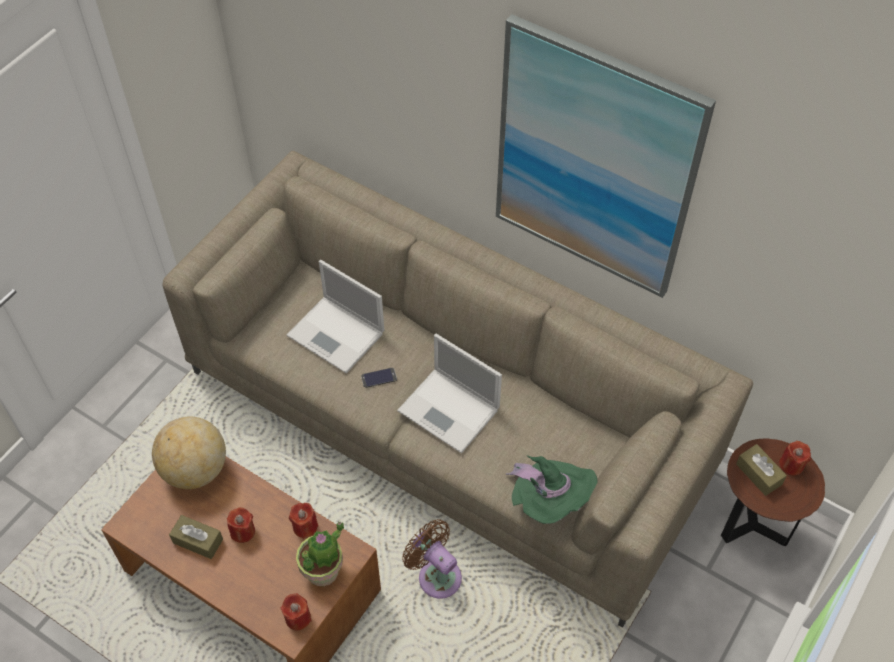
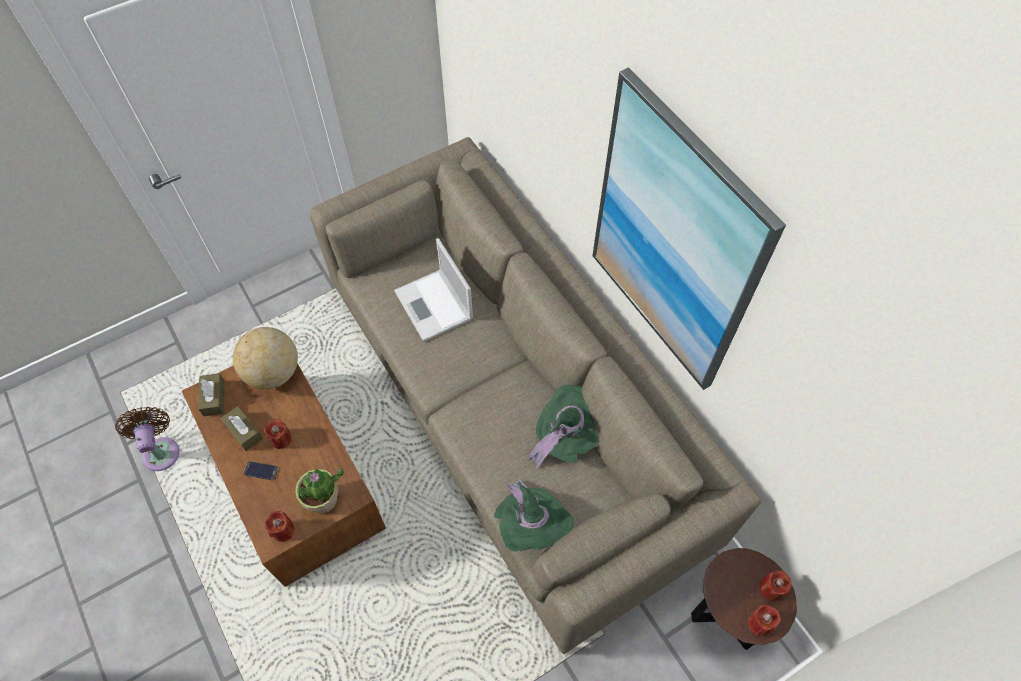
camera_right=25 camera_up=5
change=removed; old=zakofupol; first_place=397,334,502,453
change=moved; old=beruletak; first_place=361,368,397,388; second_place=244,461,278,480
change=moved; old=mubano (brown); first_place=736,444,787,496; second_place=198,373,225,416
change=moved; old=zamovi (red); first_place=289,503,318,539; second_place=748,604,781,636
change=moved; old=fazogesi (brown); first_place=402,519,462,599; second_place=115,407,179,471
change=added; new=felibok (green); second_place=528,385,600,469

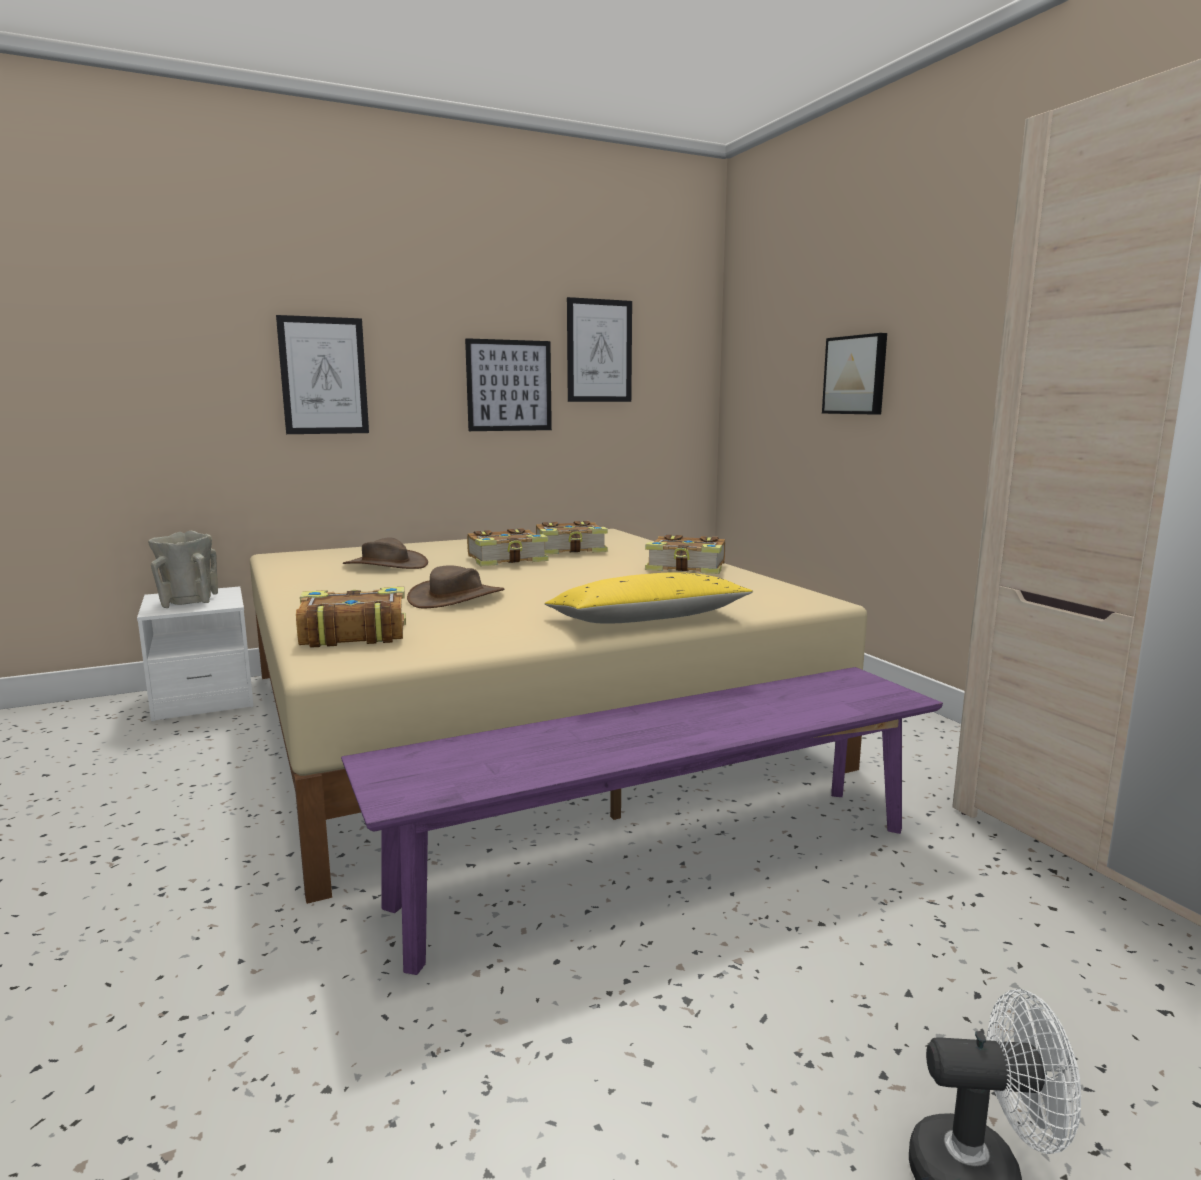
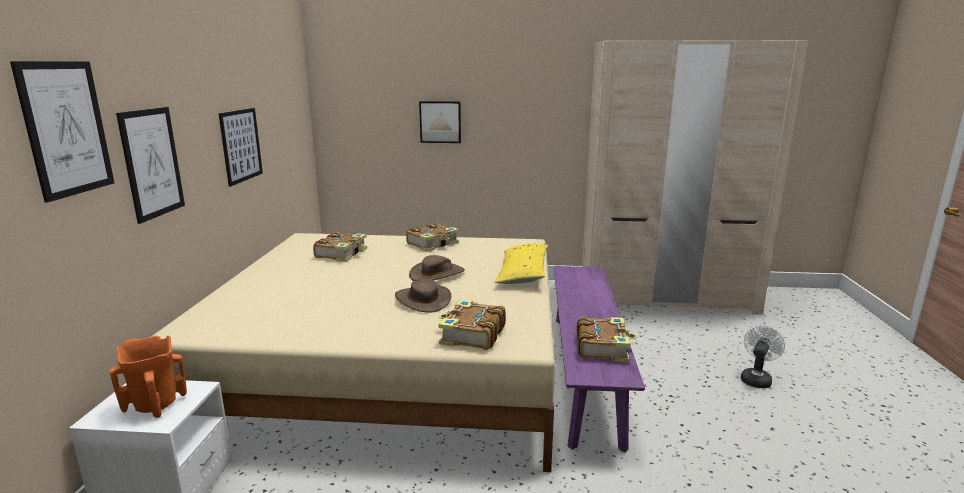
camera_right=-60 camera_up=5
change=moved; old=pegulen; first_place=567,297,632,402; second_place=10,61,114,203
change=moved; old=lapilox; first_place=467,528,549,566; second_place=576,317,637,362
change=recoloured; old=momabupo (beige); new=momabupo (orange); first_place=148,531,218,608; second_place=110,336,187,418
change=moved; old=felibok (brown); first_place=343,537,428,569; second_place=409,255,465,281

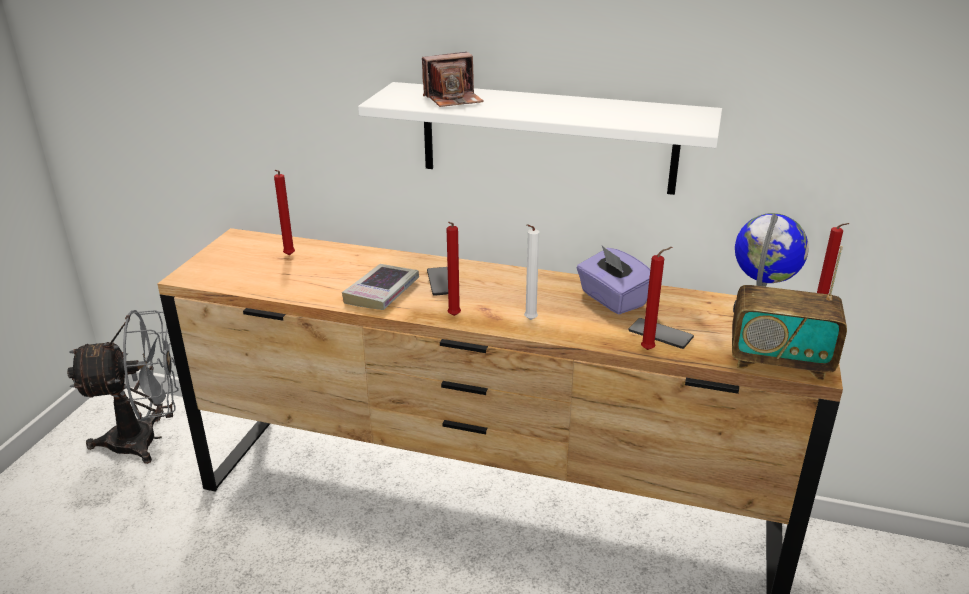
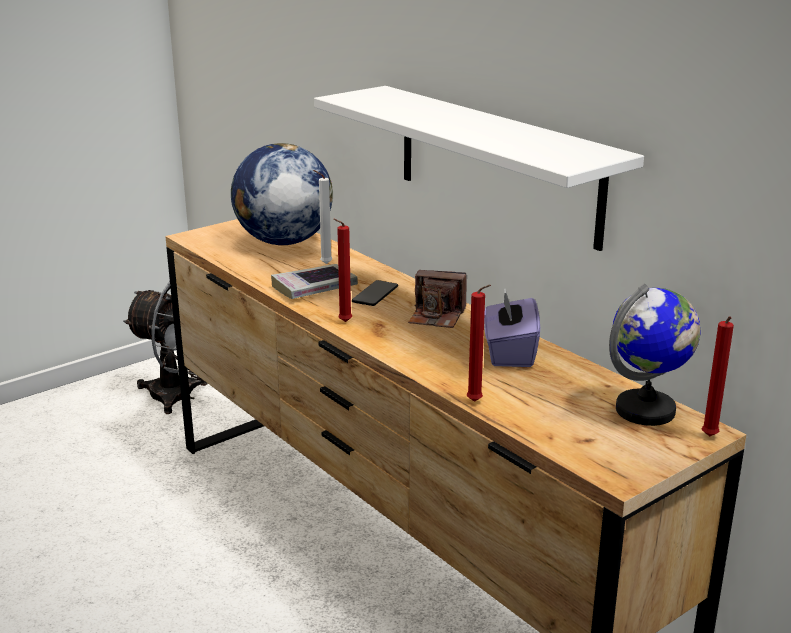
camera_right=35 camera_up=-5
change=moved; old=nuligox; first_place=422,52,484,107; second_place=408,270,466,328
change=replaced; old=zamovi (red); new=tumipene; first_place=274,170,295,255; second_place=231,143,333,245
change=moved; old=zamovi (white); first_place=524,224,539,320; second_place=313,170,332,264
change=removed; old=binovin; first_place=732,246,847,380
change=removed; old=beruletak; first_place=628,318,694,349

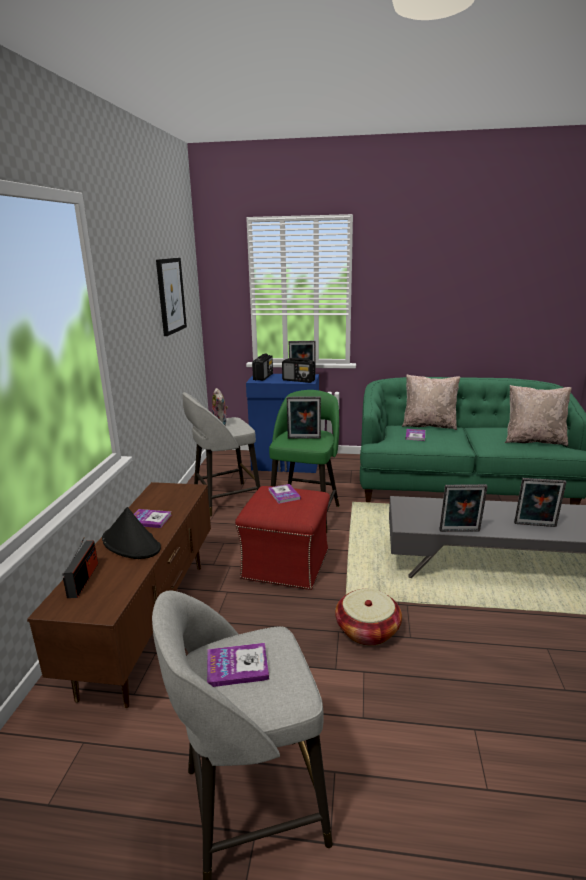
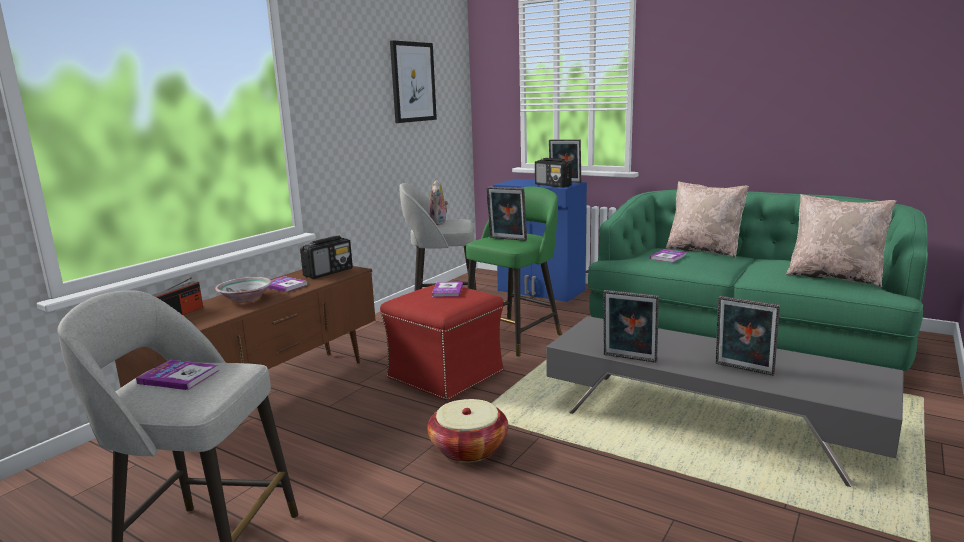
camera_right=25 camera_up=-5
change=moved; old=binovin; first_place=252,353,273,381; second_place=300,236,353,279
change=replaced; old=felibok (black); new=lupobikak; first_place=102,507,161,559; second_place=215,277,272,303

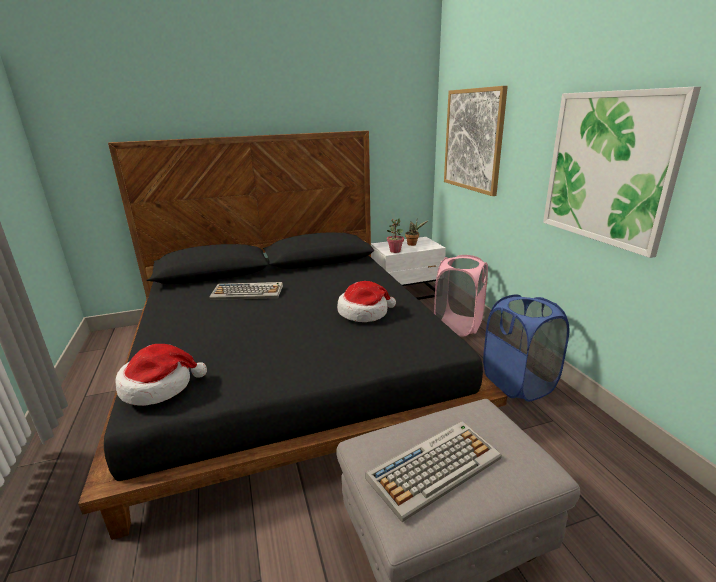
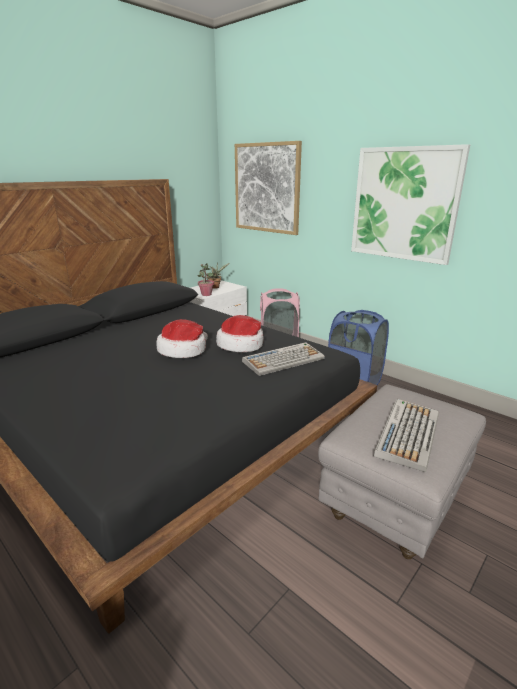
camera_right=-30 camera_up=0
change=moved; old=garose; first_place=210,282,283,300; second_place=242,342,325,376
change=moved; old=felibok; first_place=115,344,207,406; second_place=156,319,208,358

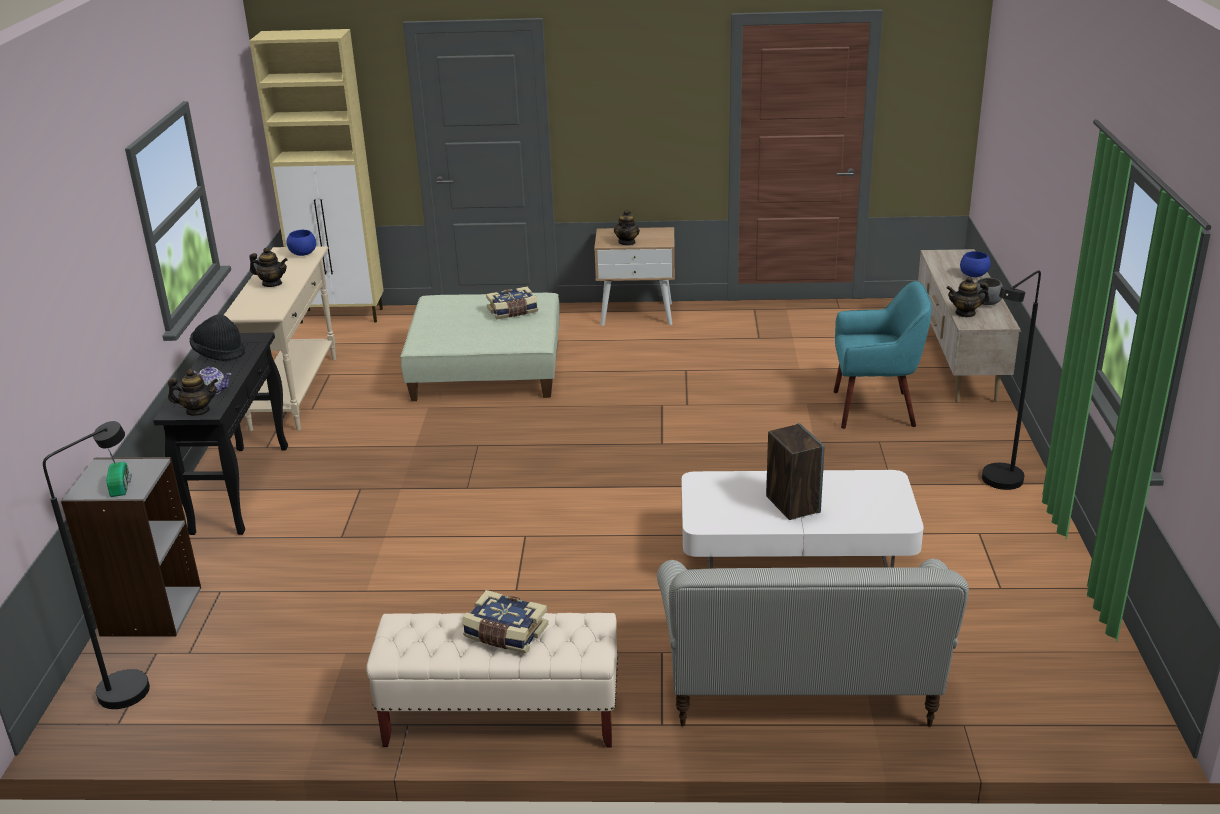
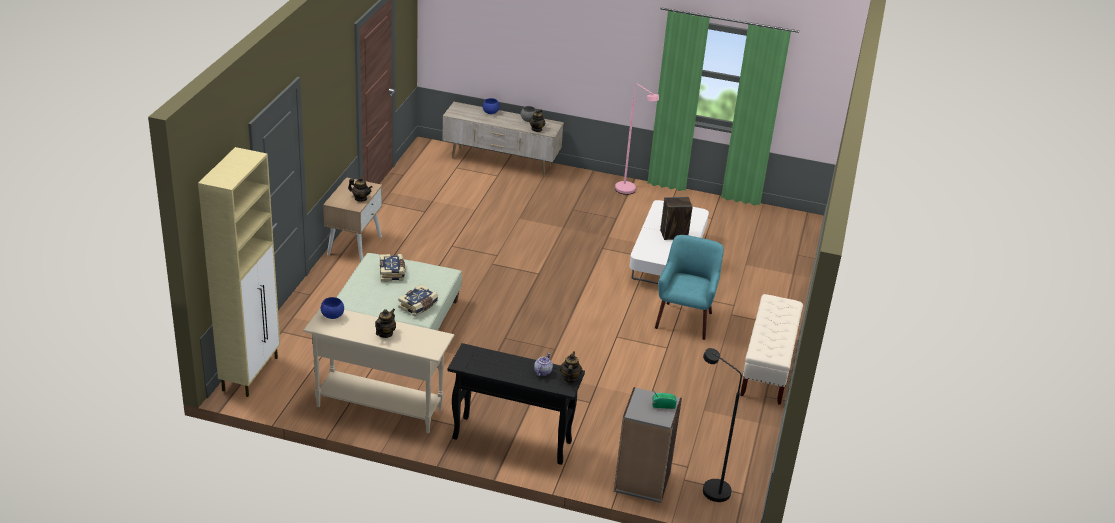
camera_right=-80 camera_up=5
change=recoloured; old=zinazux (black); new=zinazux (pink); first_place=982,270,1041,490; second_place=615,84,659,195
change=moved; old=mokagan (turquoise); first_place=834,281,931,429; second_place=655,235,724,340
change=removed; old=felibok (black); first_place=190,315,245,361
change=removed; old=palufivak; first_place=657,558,969,727
change=moved; old=lapilox; first_place=462,590,548,653; second_place=398,284,438,316

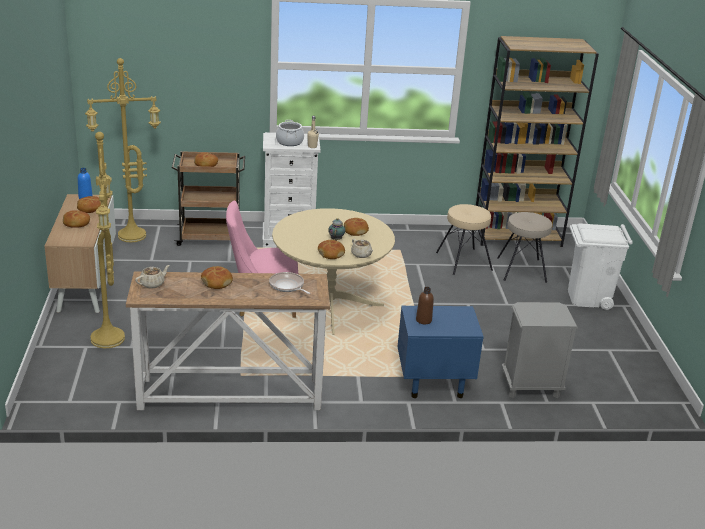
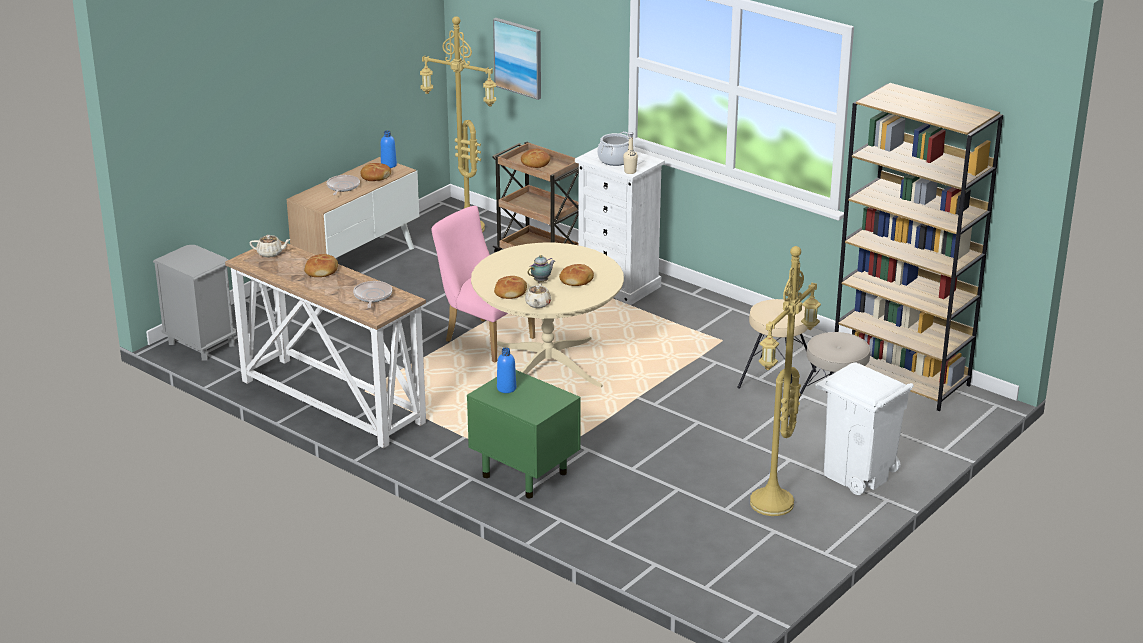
camera_right=45 camera_up=0
change=moved; old=zinazux (yellow); first_place=90,132,125,348; second_place=750,246,821,516
change=replaced; old=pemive; new=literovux; first_place=63,210,90,228; second_place=327,175,360,195
change=recoloured; old=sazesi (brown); new=sazesi (blue); first_place=416,287,434,324; second_place=497,347,516,393
change=moved; old=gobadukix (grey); first_place=502,302,578,398; second_place=153,245,236,361
change=recoloured; old=gobadukix (blue); new=gobadukix (green); first_place=398,306,484,398; second_place=467,370,581,499
change=added; new=pegulen; second_place=493,18,541,100

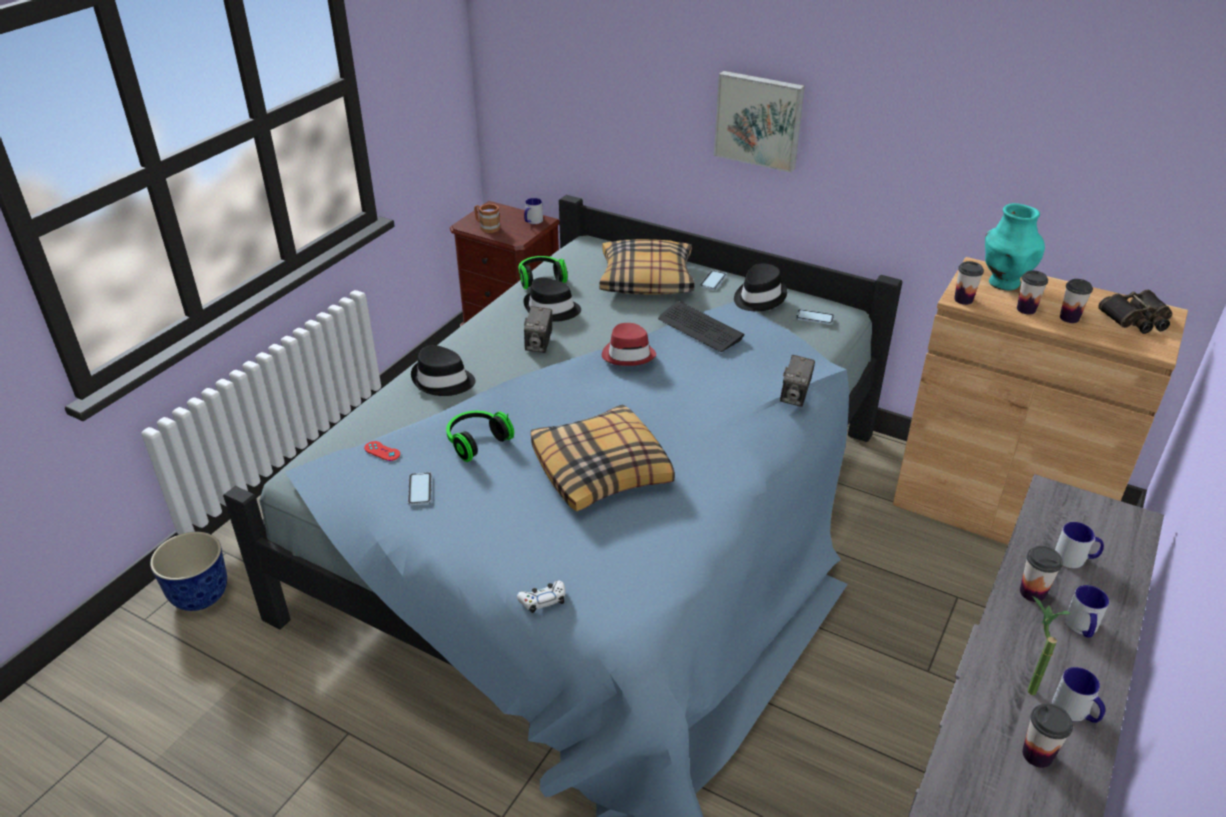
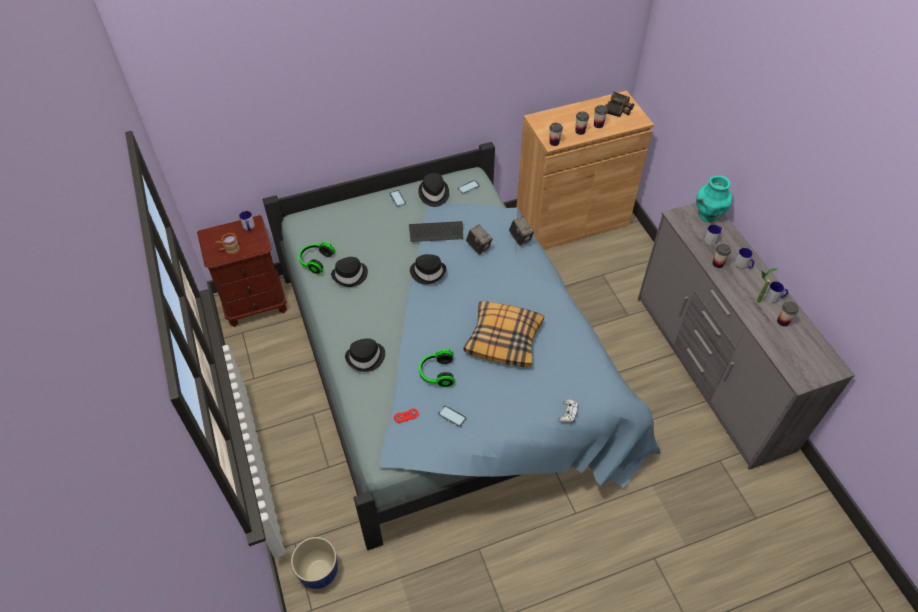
camera_right=-50 camera_up=15
change=removed; old=pegulen; first_place=714,71,805,173
change=moved; old=momabupo (turquoise); first_place=985,203,1045,290; second_place=696,176,732,222
change=removed; old=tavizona; first_place=599,239,695,295
change=moved; old=nuligox; first_place=524,306,552,353; second_place=466,225,493,255
change=recoloured; old=felibok (red); new=felibok (black); first_place=602,323,656,366; second_place=410,254,446,284

